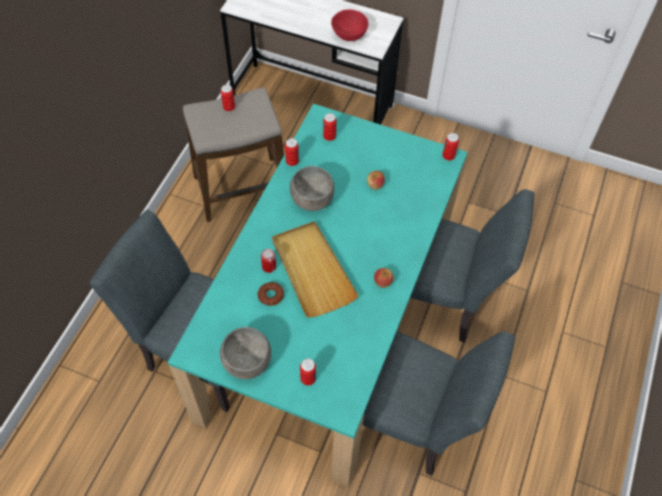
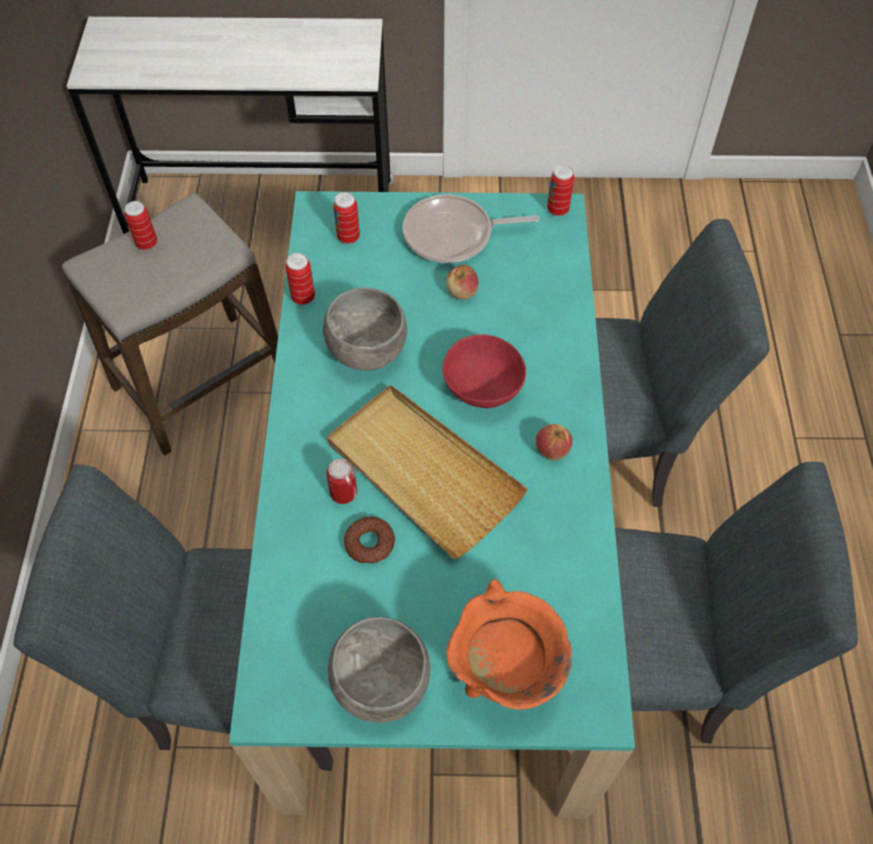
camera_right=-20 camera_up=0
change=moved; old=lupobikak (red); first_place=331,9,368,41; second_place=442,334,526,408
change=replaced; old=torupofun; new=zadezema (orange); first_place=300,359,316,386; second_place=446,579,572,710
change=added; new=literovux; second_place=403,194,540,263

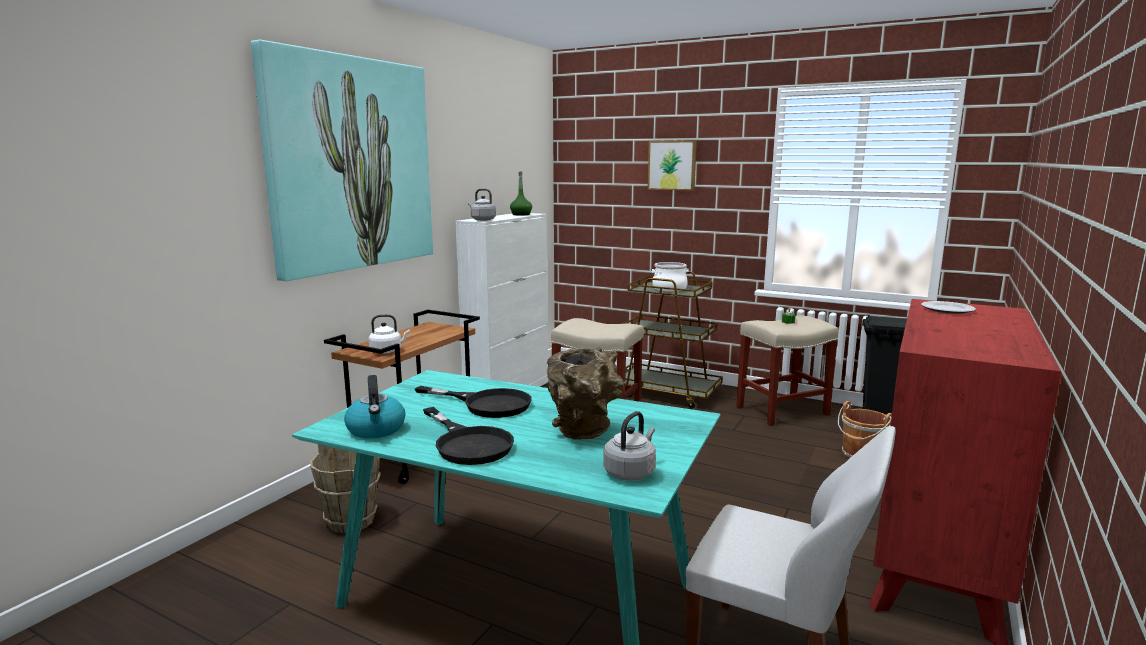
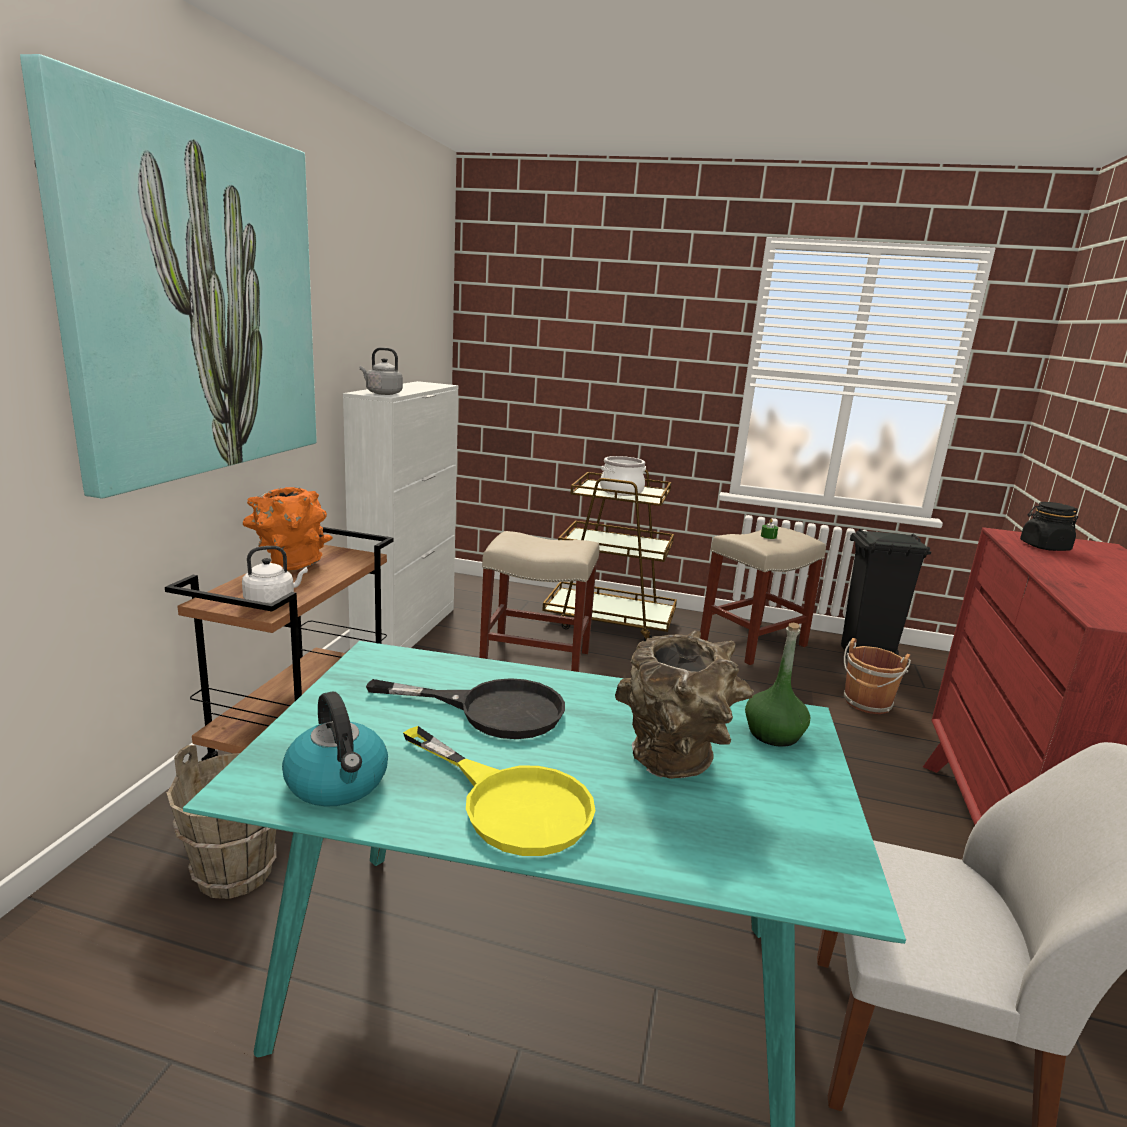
camera_right=-15 camera_up=5
change=removed; old=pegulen; first_place=648,140,697,191
change=moved; old=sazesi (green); first_place=510,171,532,216; second_place=745,623,810,747
change=replaced; old=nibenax; new=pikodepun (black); first_place=921,301,976,314; second_place=1020,502,1078,551
change=recoloured; old=literovux (black); new=literovux (yellow); first_place=423,407,514,465; second_place=403,726,595,856
change=removed; old=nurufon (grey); first_place=603,411,656,481
change=added; new=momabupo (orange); second_place=243,487,333,571

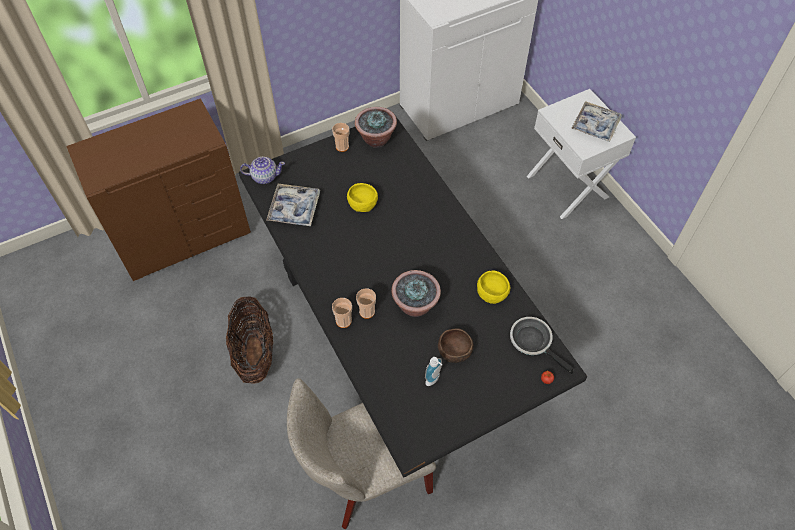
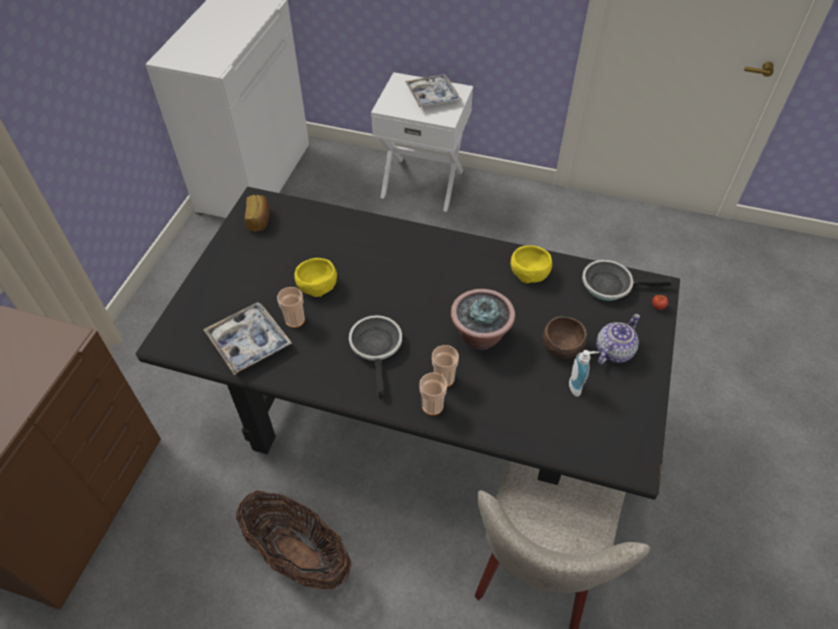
camera_right=-45 camera_up=-5
change=replaced; old=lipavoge; new=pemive; first_place=355,107,397,148; second_place=245,195,270,232
change=moved; old=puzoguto; first_place=332,123,350,152; second_place=277,287,305,328
change=moved; old=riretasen; first_place=240,157,285,184; second_place=596,314,640,364
change=added; new=literovux; second_place=349,315,402,400

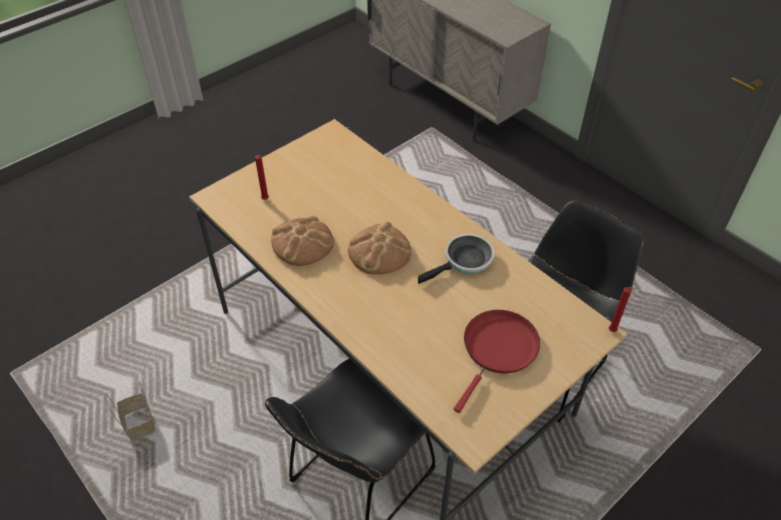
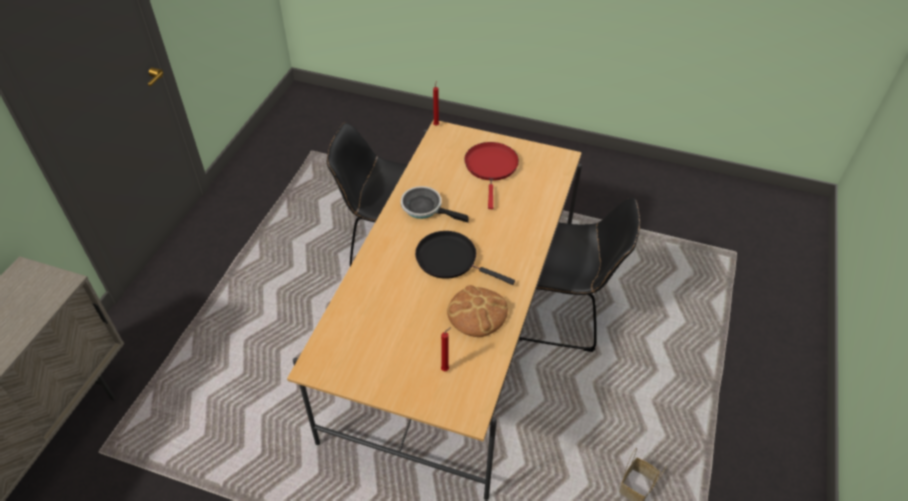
camera_right=-120 camera_up=0
change=replaced; old=pemive; new=literovux (black); first_place=348,222,411,275; second_place=415,231,515,285
change=turned; old=literovux (red); first_place=454,310,540,413; second_place=464,142,519,209; degrees=90

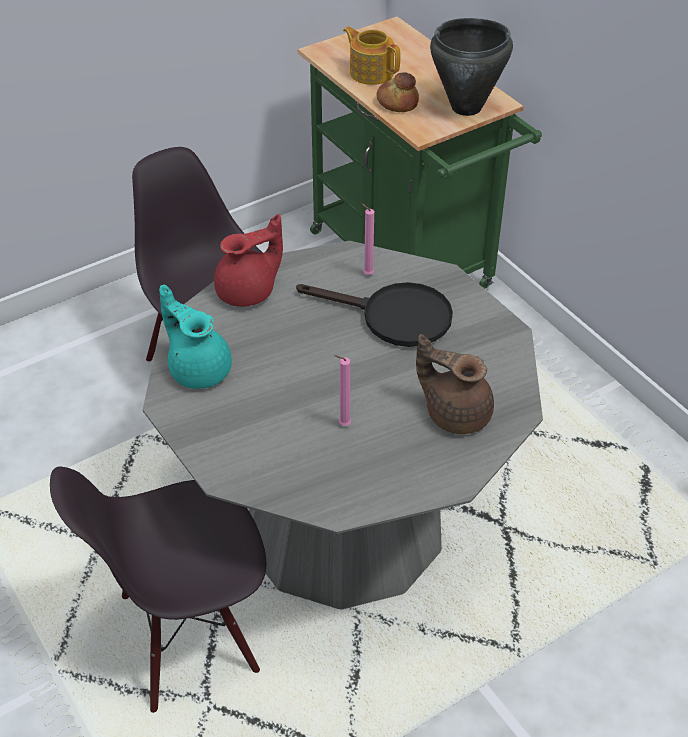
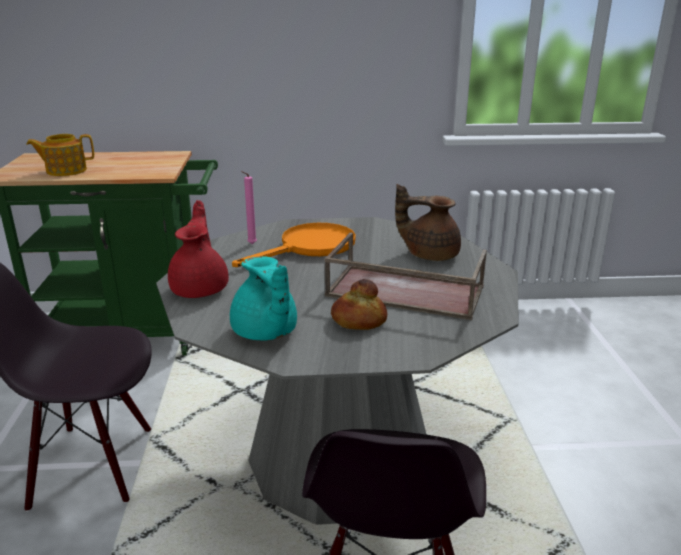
camera_right=-60 camera_up=-20
change=removed; old=zadezema (black); first_place=430,18,513,116
change=moved; old=pemive; first_place=376,72,419,112; second_place=331,279,387,330
change=recoloured; old=literovux (black); new=literovux (orange); first_place=296,282,453,347; second_place=232,223,356,267
change=turned; old=riretasen (turquoise); first_place=159,285,232,389; second_place=230,256,297,341; degrees=-105
change=turned; old=riretasen (brown); first_place=416,334,494,434; second_place=395,184,461,261; degrees=45
change=replaced; old=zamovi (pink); new=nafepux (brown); first_place=334,355,351,426; second_place=324,233,487,320

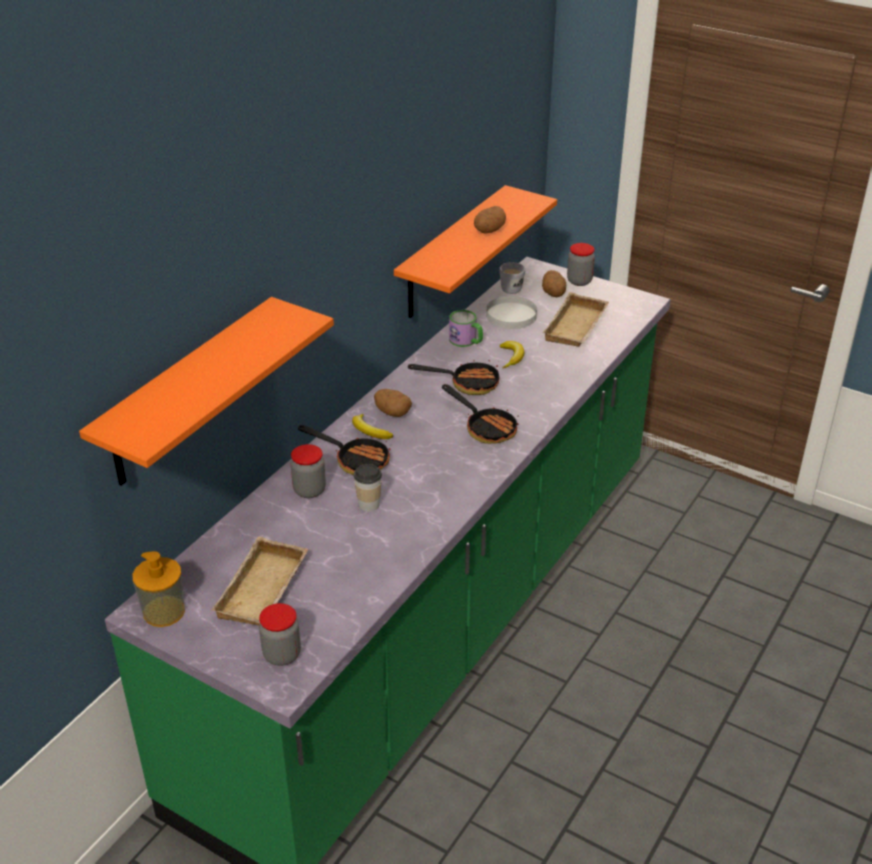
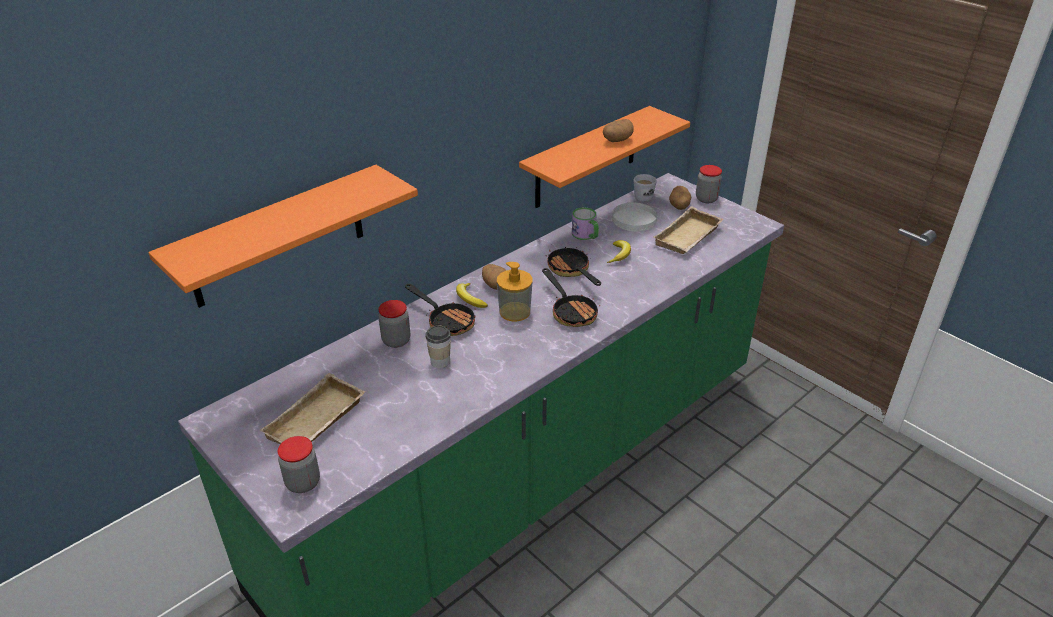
camera_right=15 camera_up=0
change=turned; old=literovux; first_place=408,360,500,395; second_place=546,247,601,286; degrees=-135
change=moved; old=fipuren; first_place=132,551,185,627; second_place=497,262,533,321

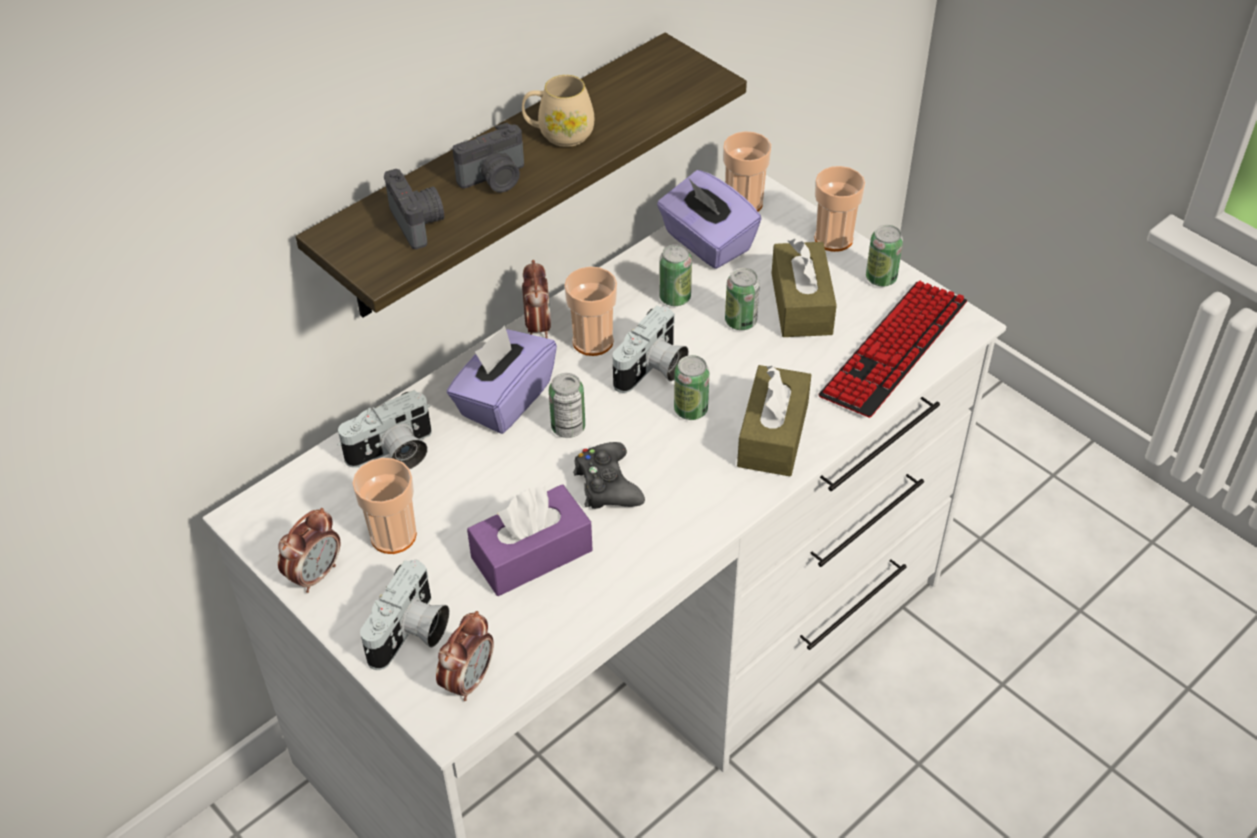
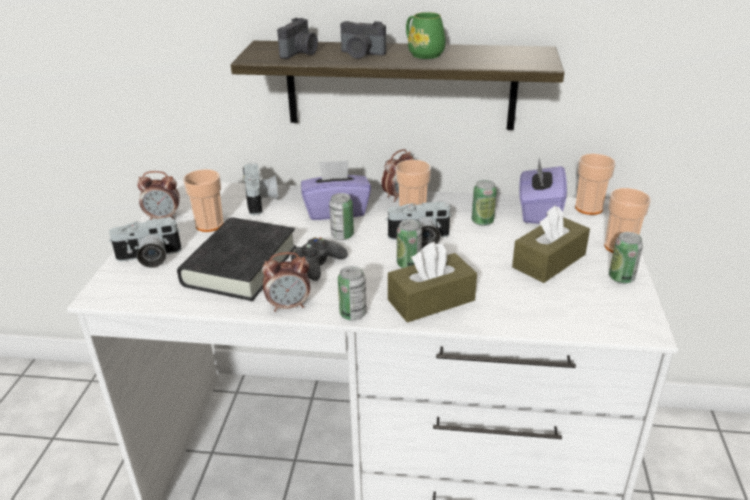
camera_right=50 camera_up=-15
change=recoloured; old=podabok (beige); new=podabok (green); first_place=522,75,595,147; second_place=406,12,446,59
change=moved; old=torupofun; first_place=725,268,760,330; second_place=338,266,367,321
change=removed; old=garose; first_place=818,280,967,418
change=turned; old=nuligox; first_place=338,390,432,469; second_place=243,163,279,215; degrees=-120
change=replaced; old=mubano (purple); new=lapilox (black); first_place=467,484,593,596; second_place=177,217,296,301
change=moved; old=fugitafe; first_place=436,611,494,701; second_place=262,252,310,312

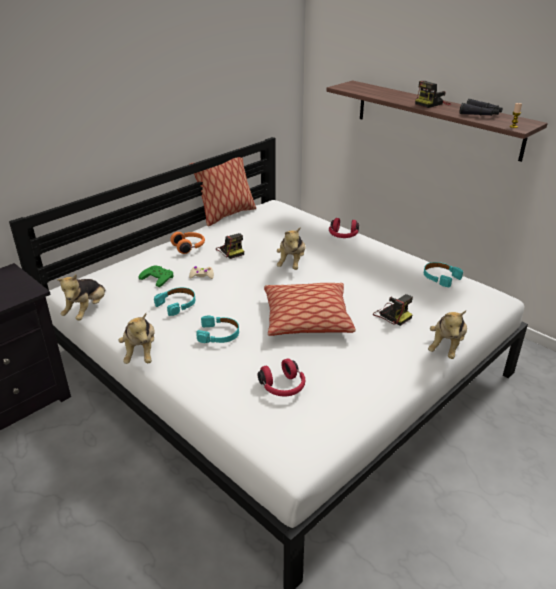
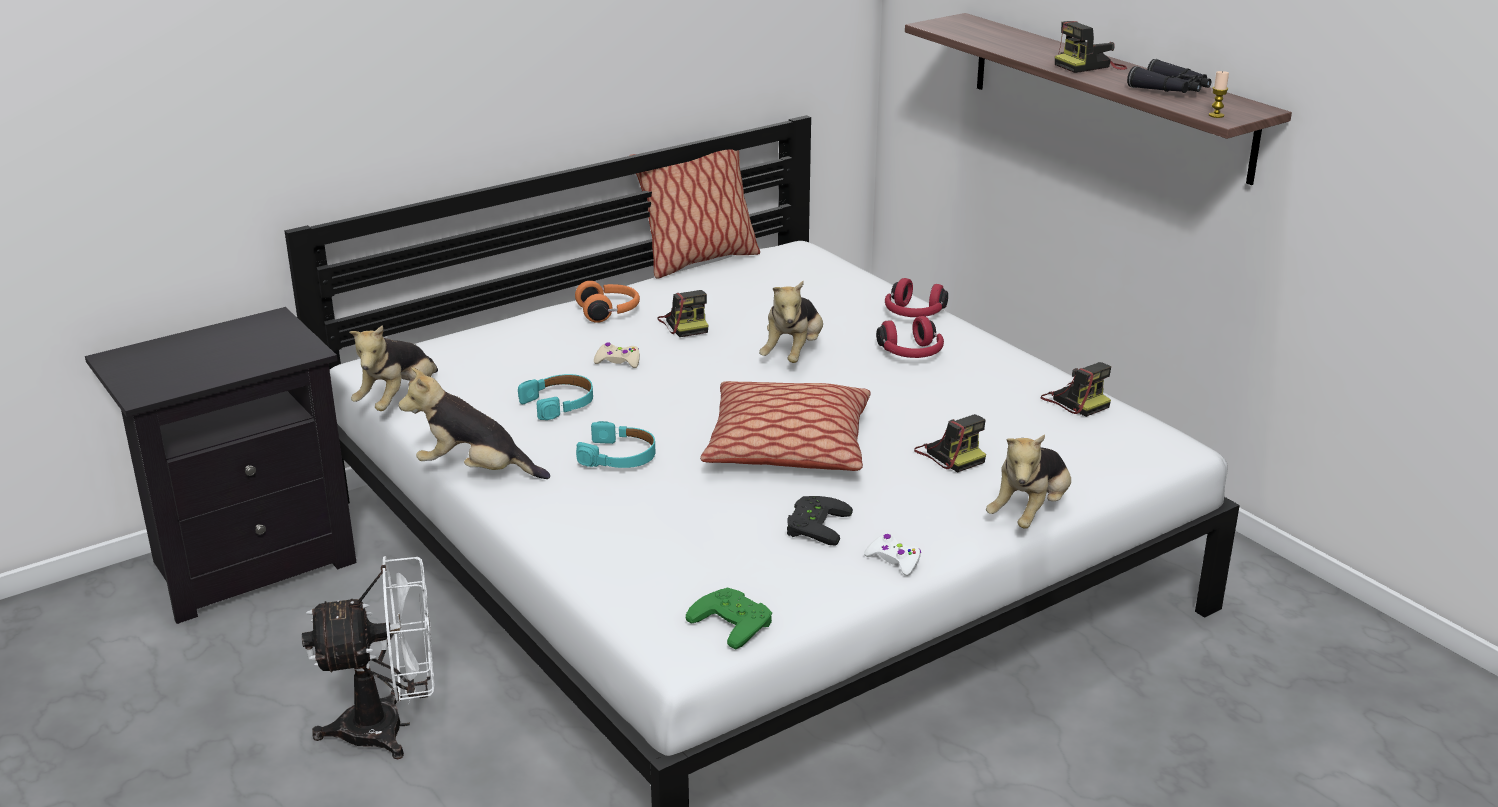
camera_right=10 camera_up=-5
change=replaced; old=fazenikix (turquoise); new=nuligox; first_place=424,262,463,287; second_place=1041,362,1111,417
change=moved; old=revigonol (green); first_place=138,265,174,287; second_place=686,588,772,649
change=turned; old=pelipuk; first_place=118,313,155,364; second_place=399,367,550,479; degrees=105
change=moved; old=fazenikix (red); first_place=258,358,306,397; second_place=876,316,944,358
change=added; new=revigonol (black); second_place=787,496,853,545
change=added; new=revigonol (white); second_place=864,534,921,576
change=added; new=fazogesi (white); second_place=302,556,435,759

